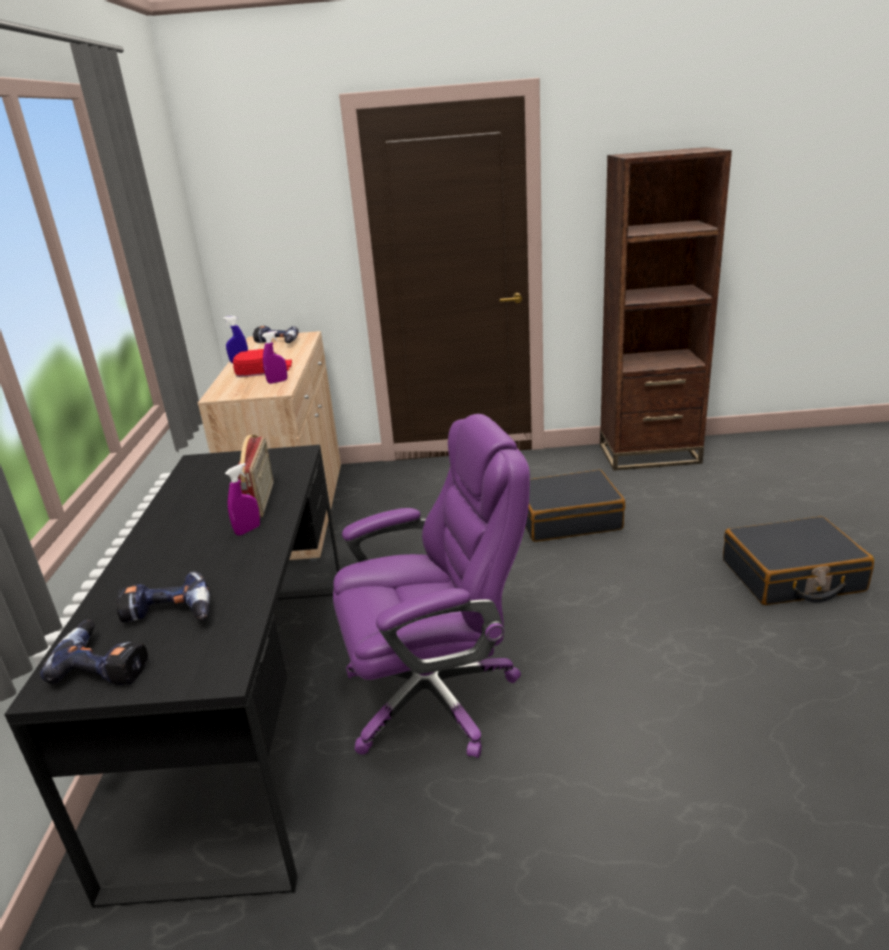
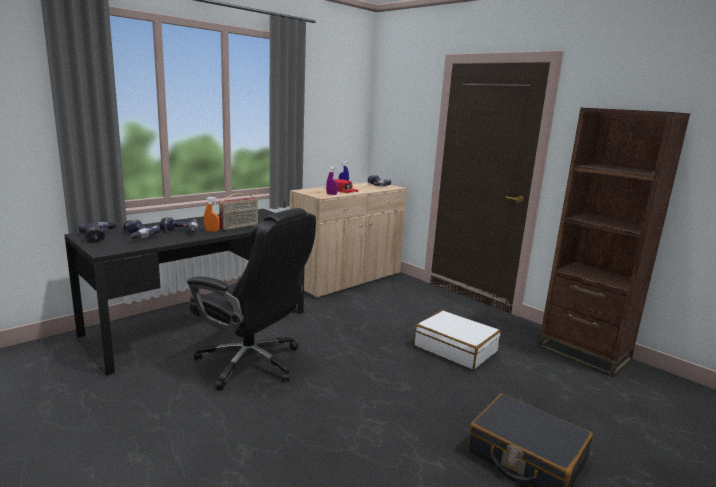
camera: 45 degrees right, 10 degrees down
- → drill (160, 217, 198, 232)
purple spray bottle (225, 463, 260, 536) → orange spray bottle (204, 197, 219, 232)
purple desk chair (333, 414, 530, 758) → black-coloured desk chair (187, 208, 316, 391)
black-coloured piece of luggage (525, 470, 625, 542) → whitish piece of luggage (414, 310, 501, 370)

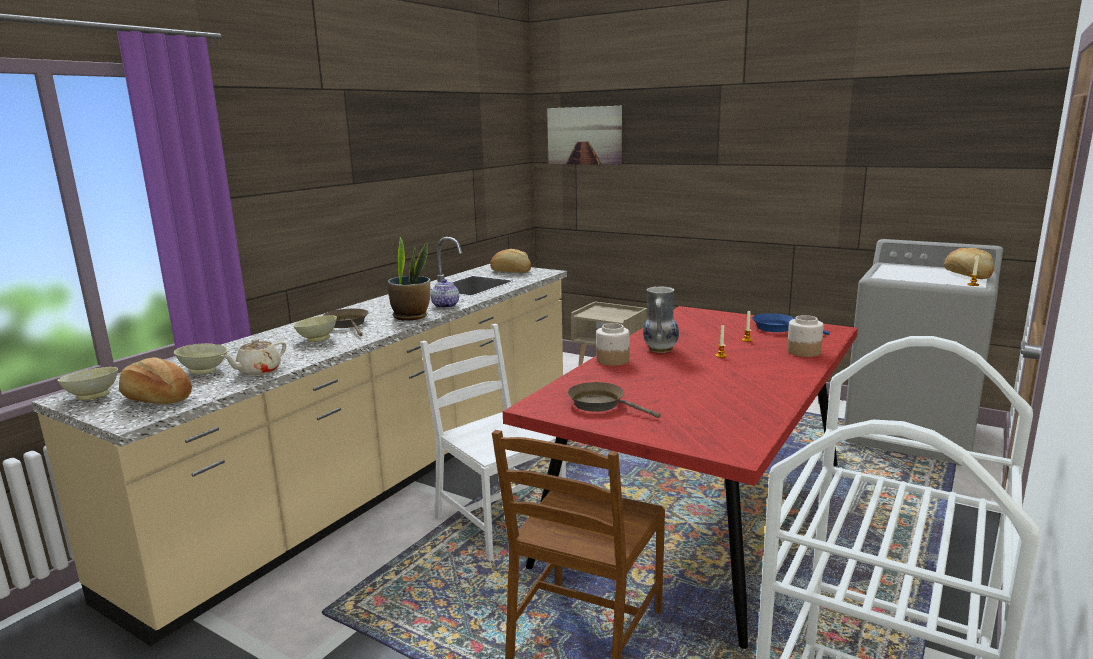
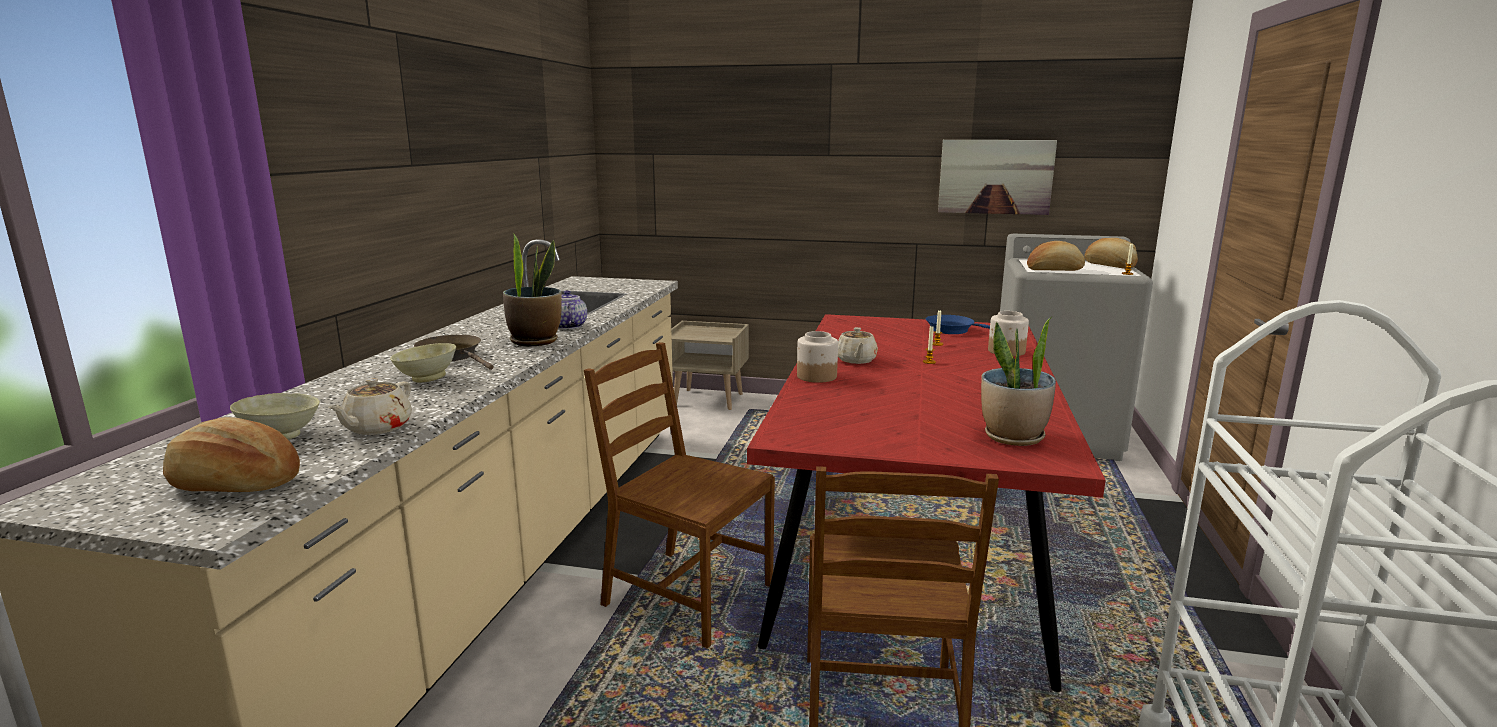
camera: 20 degrees left, 0 degrees up
beige bowl (57, 367, 118, 401) → -
brown skillet (567, 382, 661, 418) → -
- → houseplant (981, 317, 1056, 446)
baked bread (490, 249, 531, 273) → baked bread (1027, 241, 1085, 271), relocated
wall art (547, 106, 622, 165) → wall art (938, 140, 1057, 215), relocated
flower vase (643, 287, 679, 353) → beige pot for tea (838, 327, 878, 364)
whitish plain chair (420, 324, 566, 561) → brown plain chair (584, 342, 775, 648)

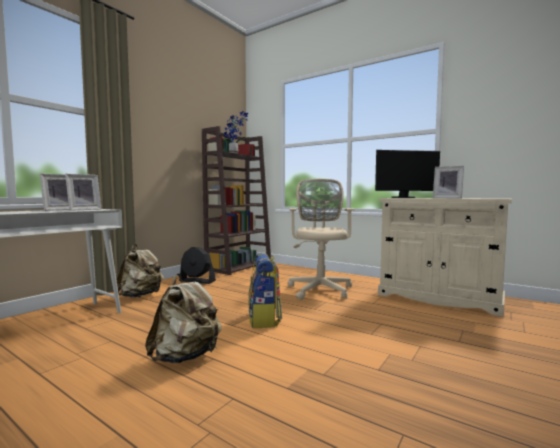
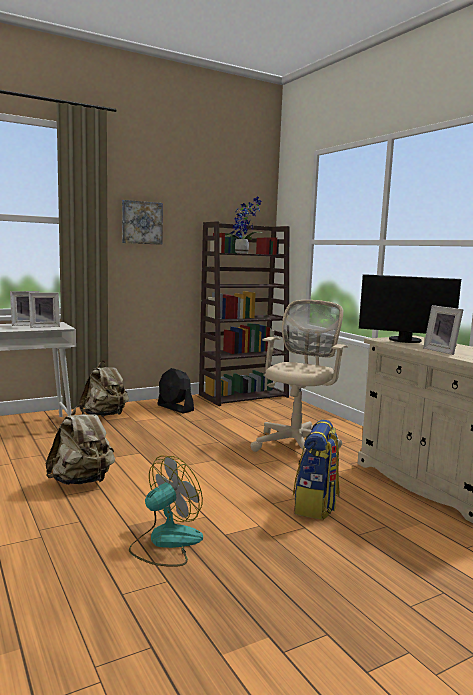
camera: 25 degrees right, 5 degrees up
- → wall art (122, 200, 163, 245)
- → electric fan (129, 456, 203, 567)
knapsack (248, 253, 282, 328) → knapsack (293, 420, 340, 519), relocated

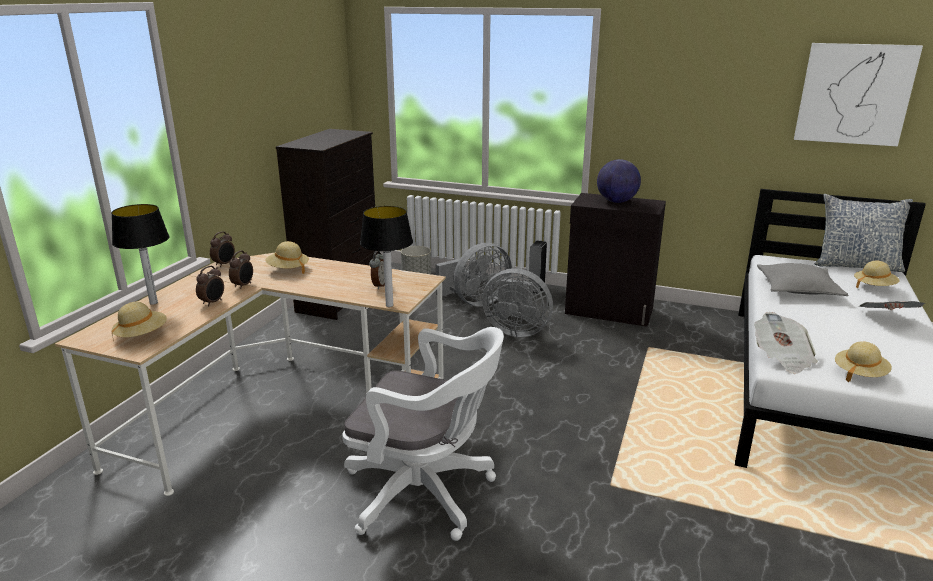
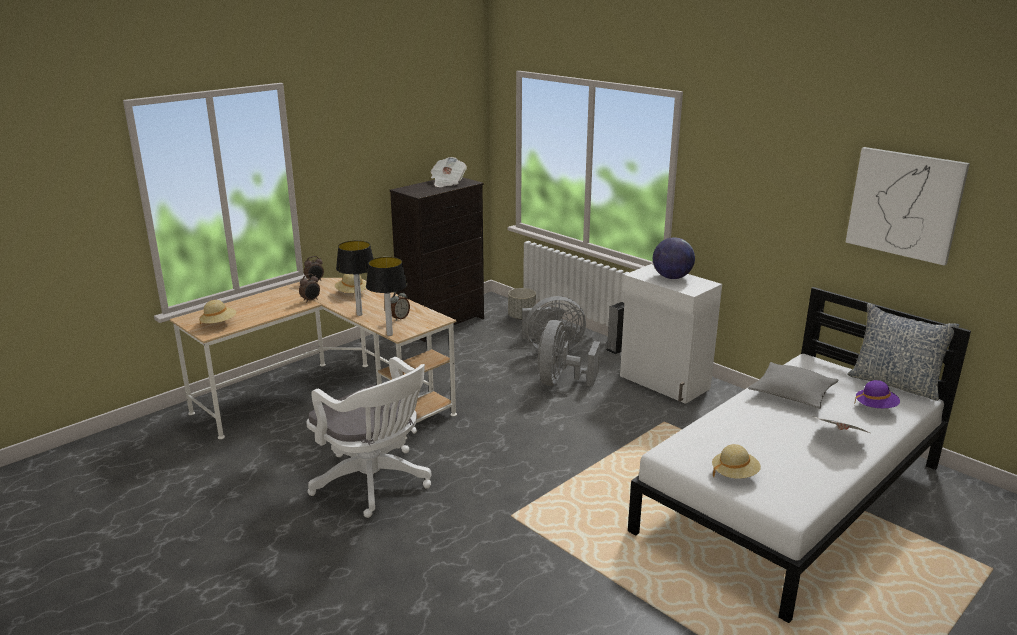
camera: 25 degrees right, 0 degrees up
alarm clock (196, 266, 224, 306) → -
lamp for a table (111, 204, 169, 305) → lamp for a table (336, 241, 374, 316), relocated
daily paper (754, 312, 818, 374) → daily paper (431, 157, 467, 187), relocated
black-coloured storage cabinet (565, 193, 666, 327) → whitish storage cabinet (620, 263, 722, 404)
beige wearable hat (854, 261, 900, 288) → purple wearable hat (854, 380, 900, 408)
grey electric fan (482, 268, 553, 337) → grey electric fan (538, 320, 600, 386), 60 degrees clockwise

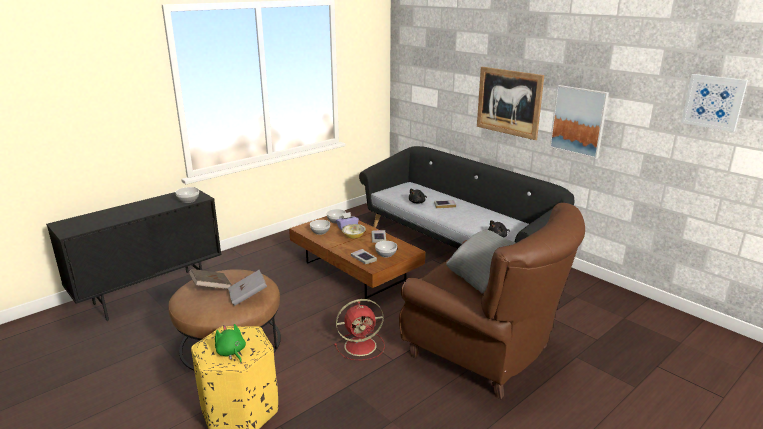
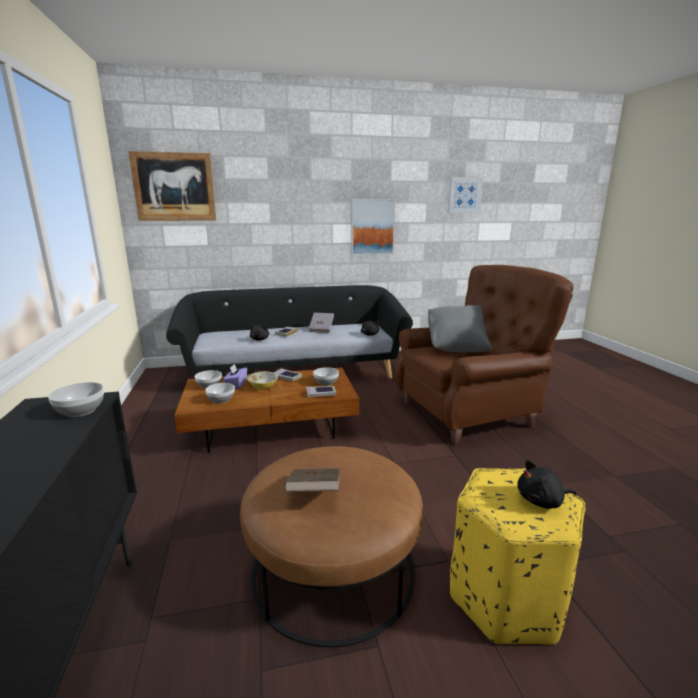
camera: 60 degrees left, 5 degrees down
red electric fan (334, 299, 385, 360) → -
grey bound book (228, 270, 267, 306) → grey bound book (309, 313, 334, 333), relocated
wall art (477, 67, 544, 140) → wall art (128, 151, 216, 221), relocated
green-coloured plush toy (215, 324, 246, 363) → black-coloured plush toy (517, 460, 576, 509)

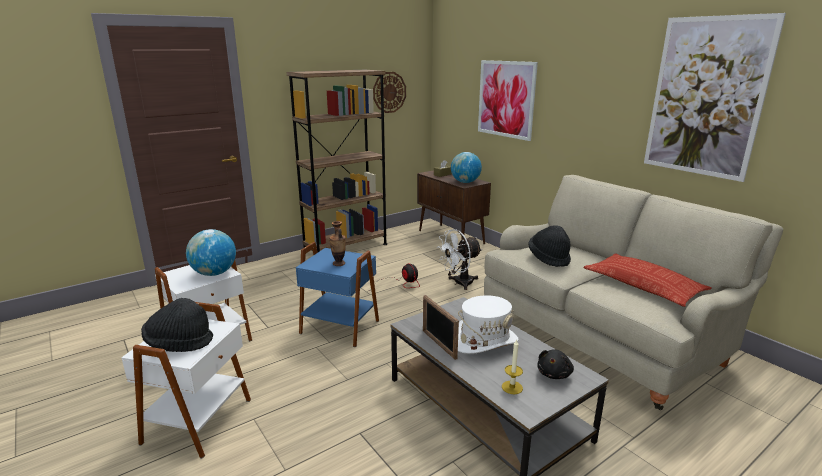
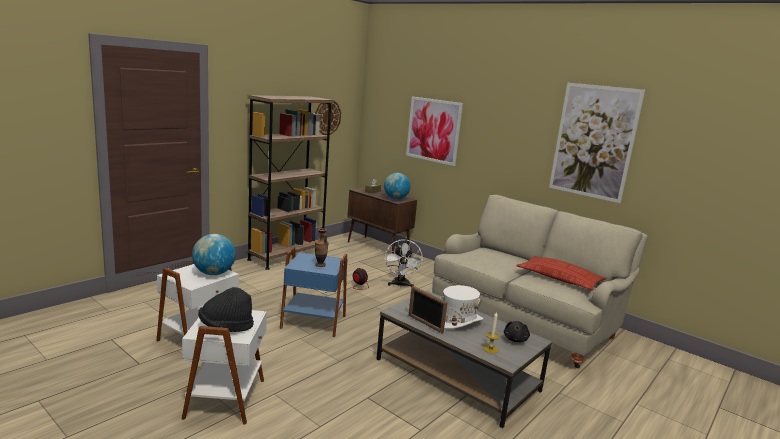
camera: 15 degrees left, 5 degrees down
black-coloured wearable hat (528, 225, 571, 267) → -
whitish electric fan (437, 229, 482, 290) → whitish electric fan (385, 239, 423, 287), 45 degrees counterclockwise

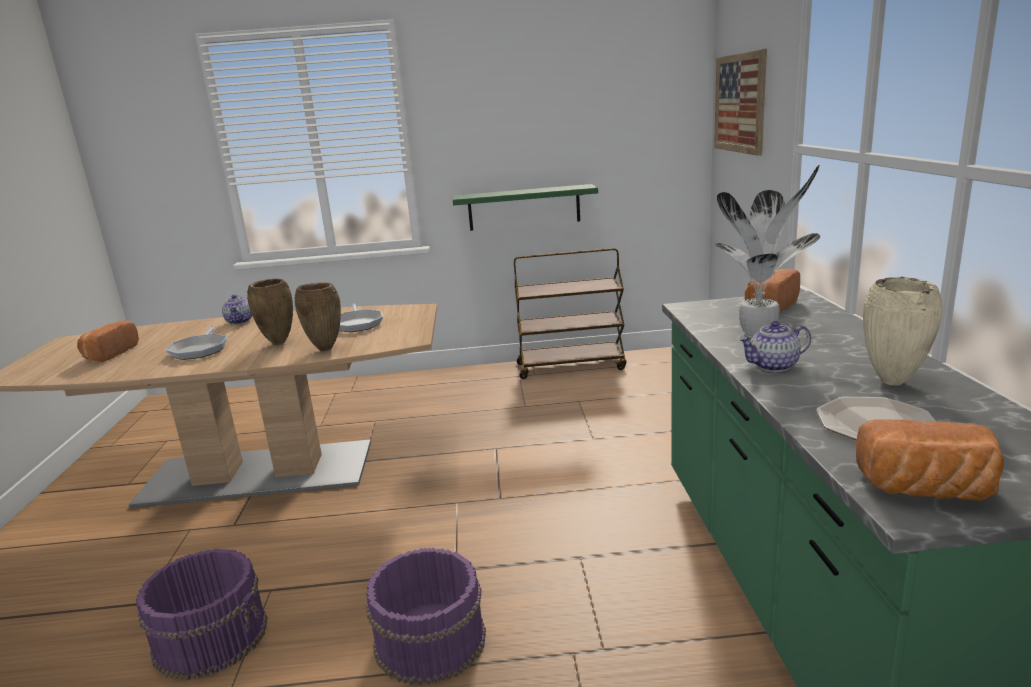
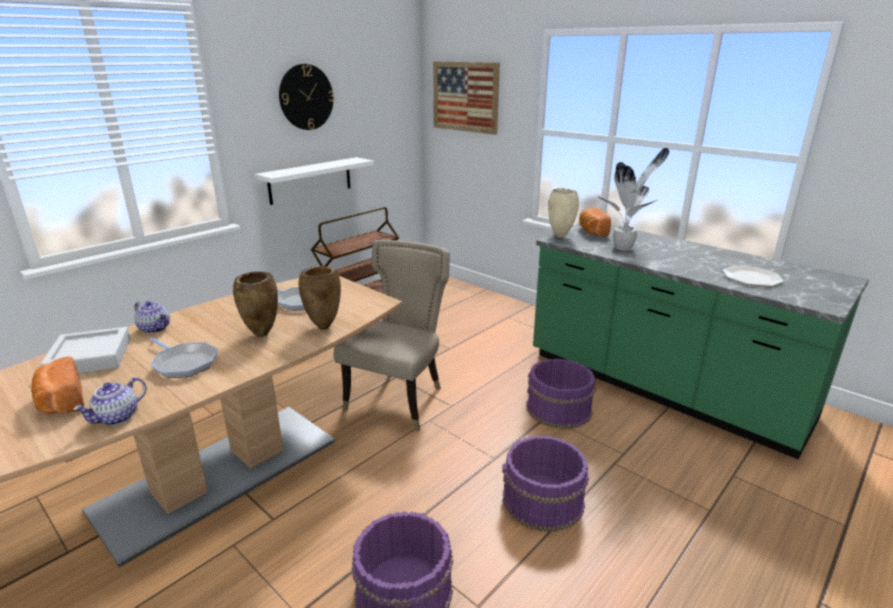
camera: 45 degrees left, 5 degrees up
baked bread (856, 420, 1004, 501) → -
- → grey tray (40, 327, 131, 374)
- → wall clock (279, 64, 334, 130)
- → beige plain chair (333, 240, 450, 431)
- → purple bucket (526, 359, 596, 429)
pot for tea (739, 321, 811, 372) → pot for tea (73, 377, 147, 425), relocated
beige flower vase (863, 277, 943, 386) → beige flower vase (548, 188, 579, 238), relocated
green-coloured shelf (453, 184, 598, 231) → whitish shelf (255, 157, 374, 205)

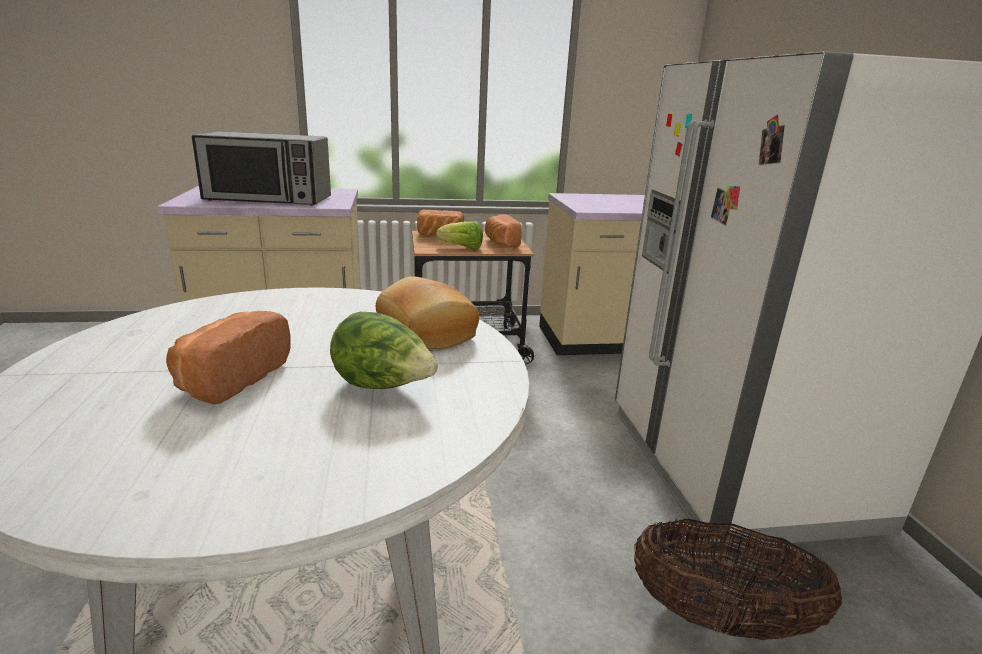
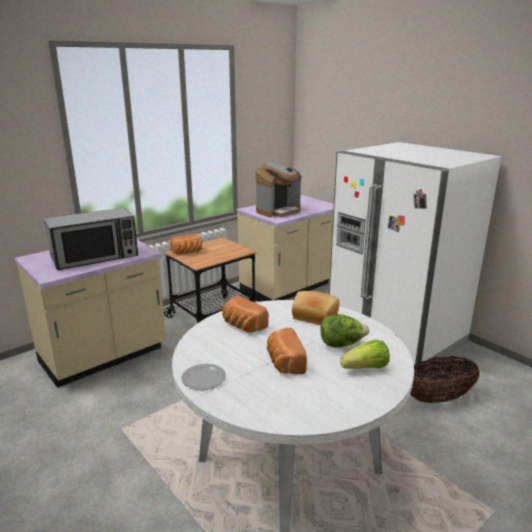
camera: 30 degrees left, 0 degrees up
- → flat dish (181, 364, 226, 390)
- → coffee machine (256, 162, 302, 218)
lettuce head (437, 221, 483, 249) → lettuce head (340, 340, 390, 369), relocated
baked bread (485, 214, 522, 247) → baked bread (222, 296, 269, 333), relocated

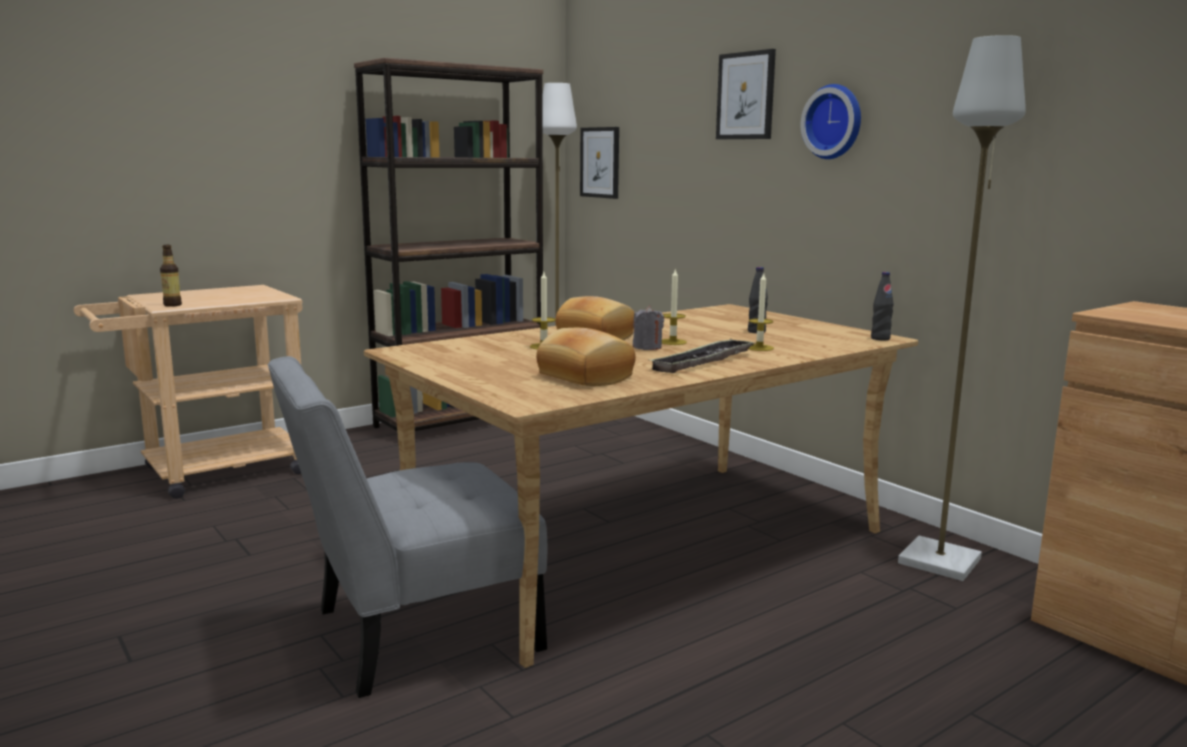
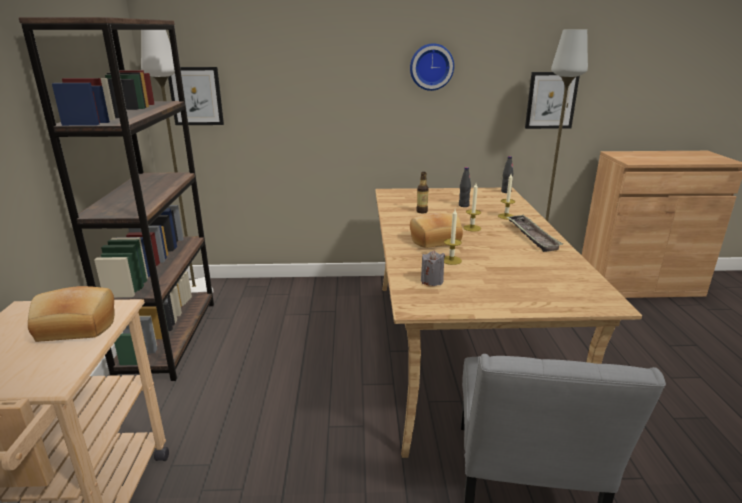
camera: 55 degrees left, 10 degrees up
bottle (160, 245, 182, 307) → bottle (416, 172, 429, 213), relocated
baked bread (536, 328, 636, 386) → baked bread (28, 286, 115, 342), relocated
grey wax candle (633, 306, 664, 350) → grey wax candle (421, 250, 445, 286), relocated
wall art (716, 49, 776, 139) → wall art (525, 72, 580, 129), relocated

